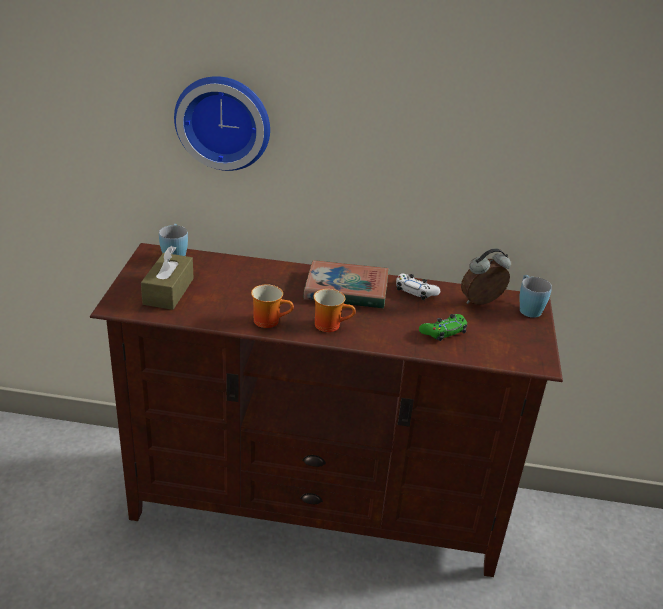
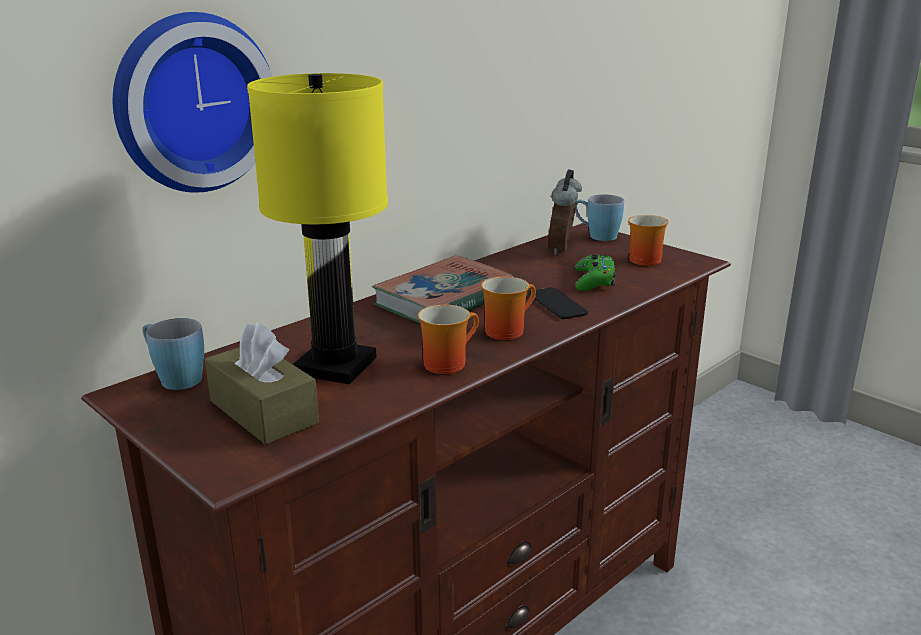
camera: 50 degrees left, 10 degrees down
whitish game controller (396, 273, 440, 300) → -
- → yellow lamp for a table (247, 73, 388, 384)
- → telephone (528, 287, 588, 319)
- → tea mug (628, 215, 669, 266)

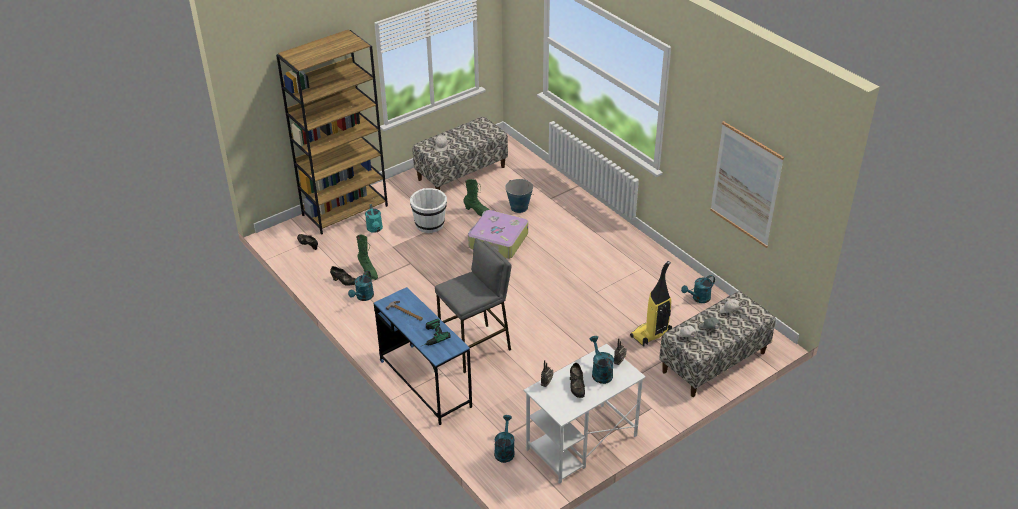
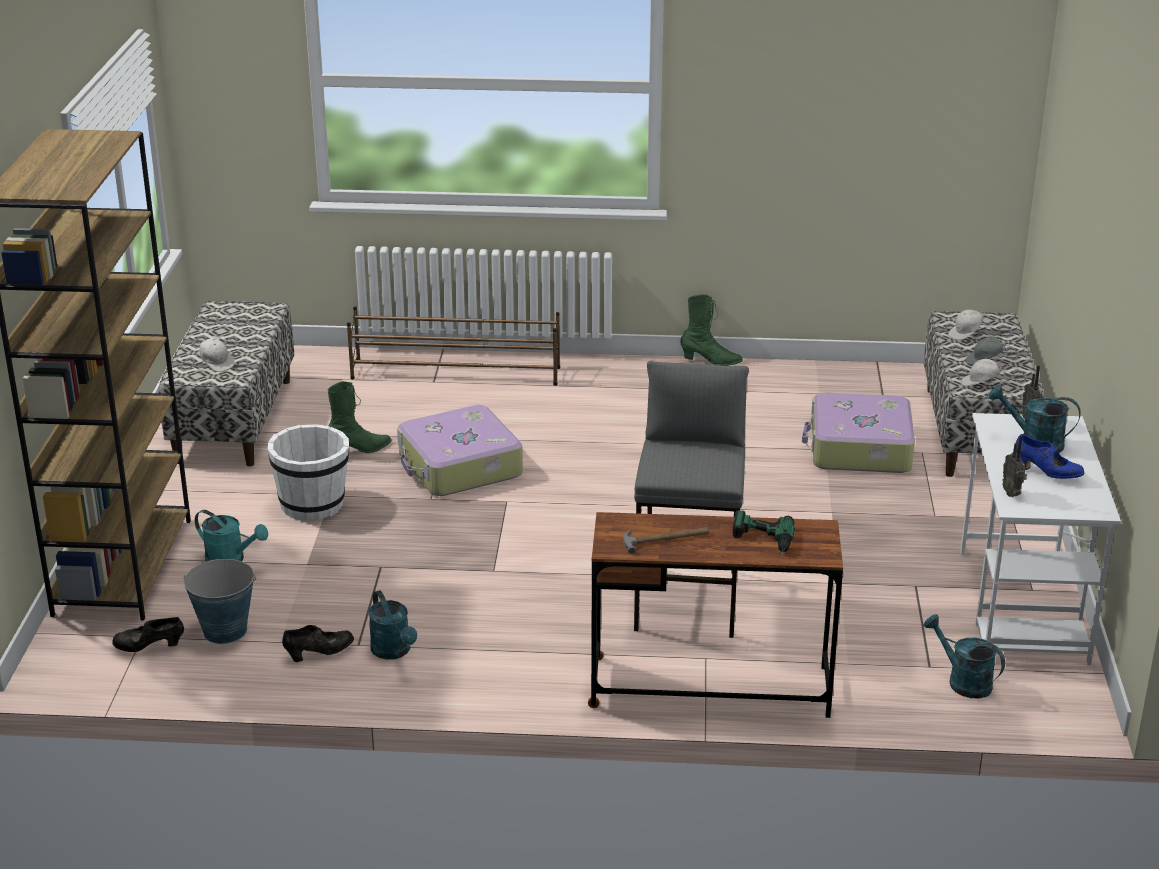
camera: 50 degrees left, 10 degrees down
blue-green sprinkling can (681, 275, 715, 303) → -
wall art (710, 121, 784, 248) → -
- → brown shoe stand (347, 306, 560, 386)
green-coloured high-top boot (356, 235, 378, 280) → green-coloured high-top boot (680, 294, 743, 366), relocated
bucket (505, 179, 534, 213) → bucket (183, 559, 256, 644), relocated
vacuum (630, 261, 672, 346) → piece of luggage (802, 393, 915, 473)
blue desk (374, 287, 472, 425) → brown desk (588, 512, 843, 718)
black-coloured shoe (570, 363, 585, 398) → blue shoe (1016, 434, 1085, 479)

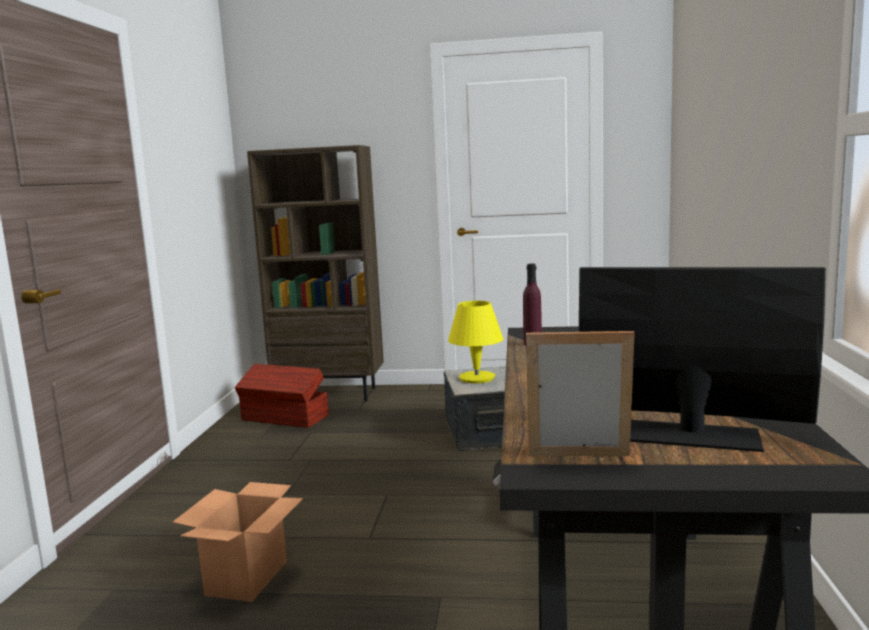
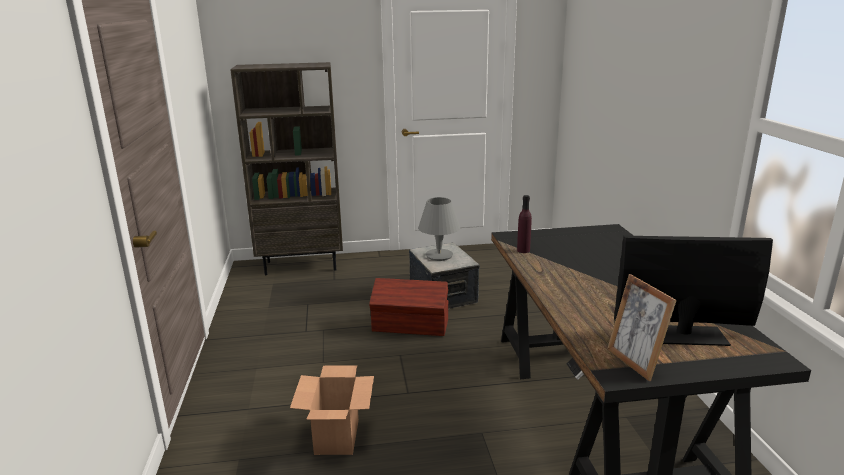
camera: 15 degrees left, 10 degrees up
brown storage box (235, 364, 329, 428) → brown storage box (369, 278, 449, 336), relocated
yellow lamp for a table (448, 301, 503, 383) → grey lamp for a table (418, 197, 460, 261)
picture frame (526, 331, 635, 456) → picture frame (607, 274, 677, 381), 105 degrees counterclockwise

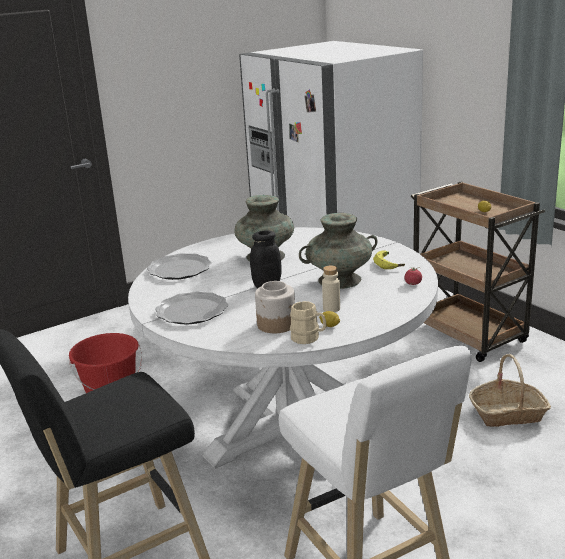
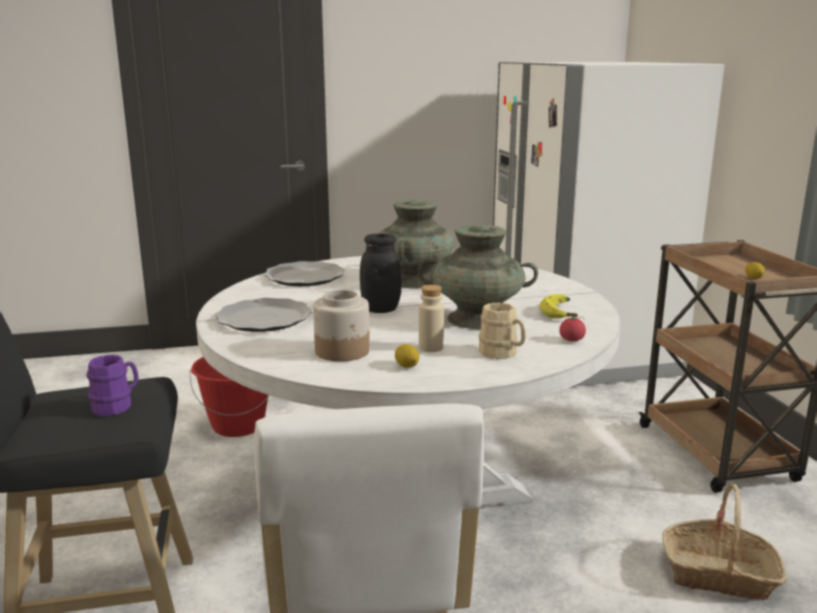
camera: 20 degrees right, 5 degrees down
- → purple tea mug (86, 355, 139, 416)
beige tea mug (290, 301, 327, 344) → beige tea mug (479, 303, 526, 359), relocated

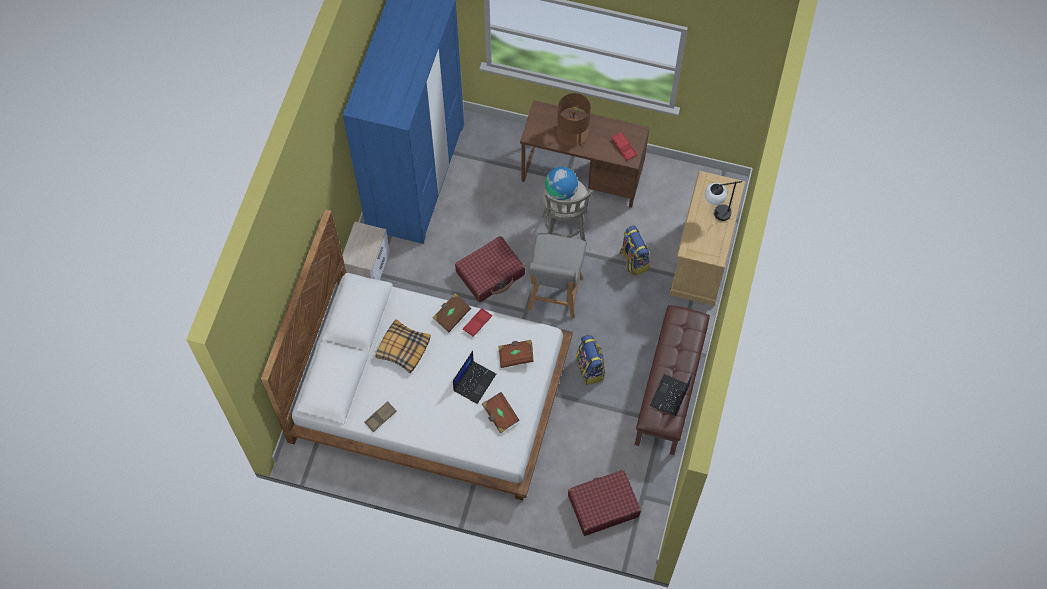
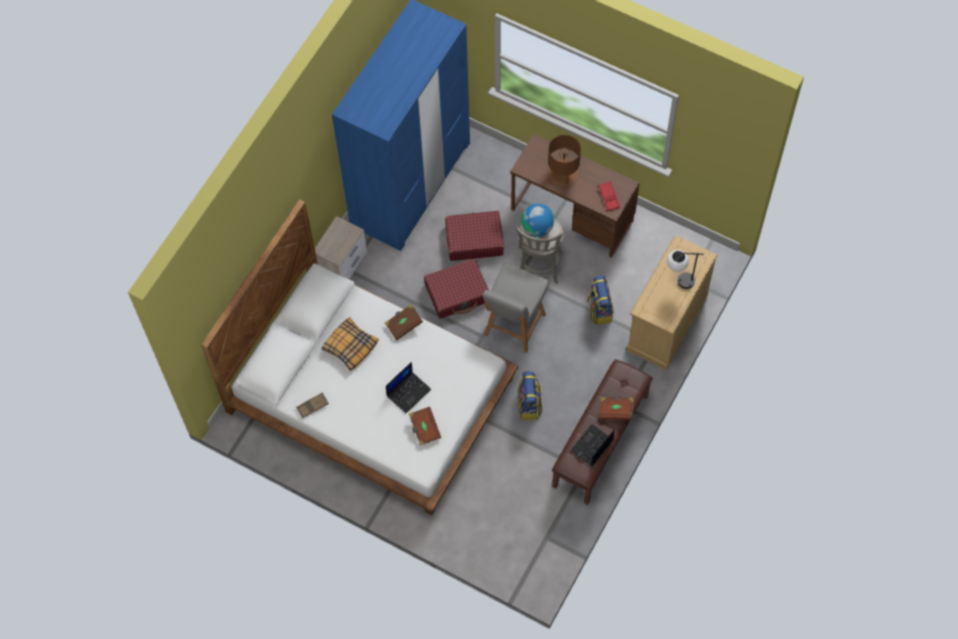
camera: 15 degrees right, 0 degrees up
red tray (463, 308, 492, 337) → -
brown bound book (498, 340, 534, 368) → brown bound book (599, 396, 635, 420), relocated
red piece of luggage (568, 470, 641, 536) → red piece of luggage (445, 211, 504, 261), relocated

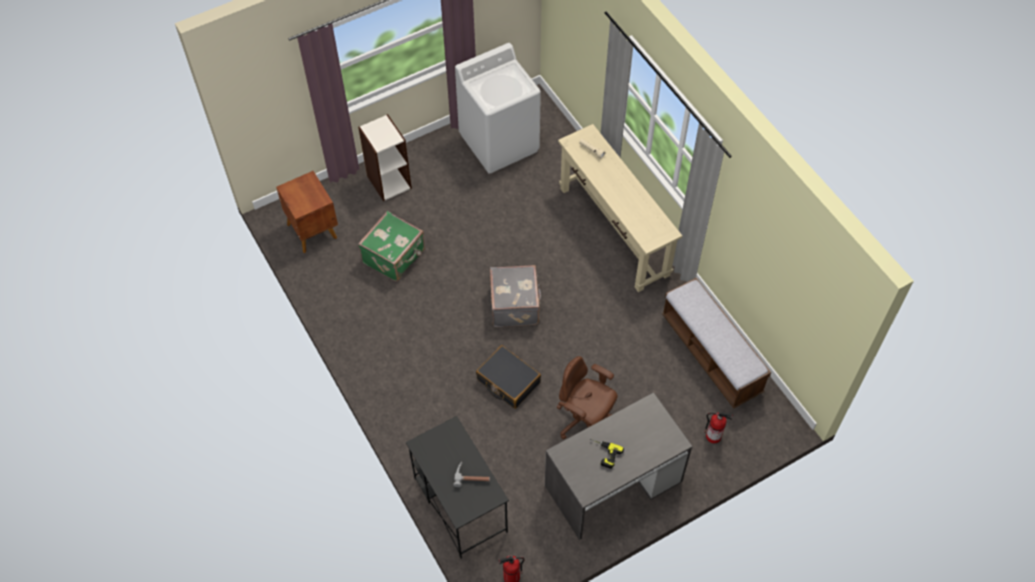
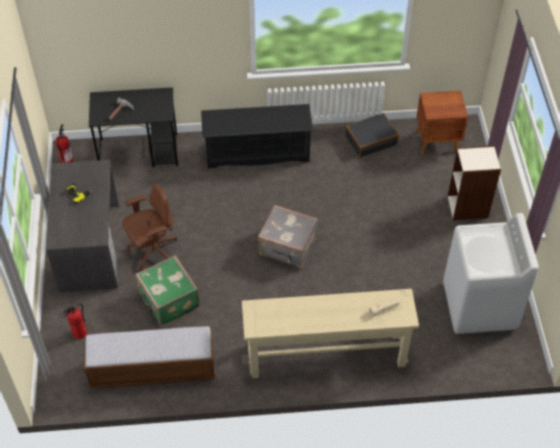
camera: 115 degrees right, 5 degrees down
- → black-coloured shoe stand (201, 104, 313, 169)
green-coloured piece of luggage (358, 211, 425, 281) → green-coloured piece of luggage (135, 255, 200, 326), relocated
black-coloured piece of luggage (476, 345, 541, 409) → black-coloured piece of luggage (345, 113, 399, 157), relocated

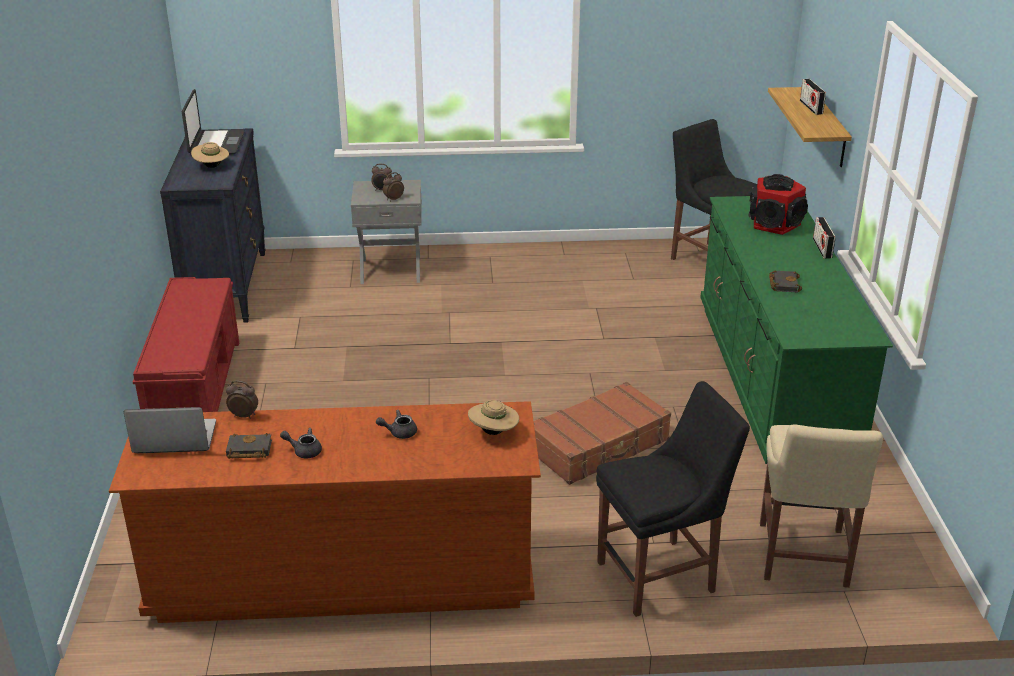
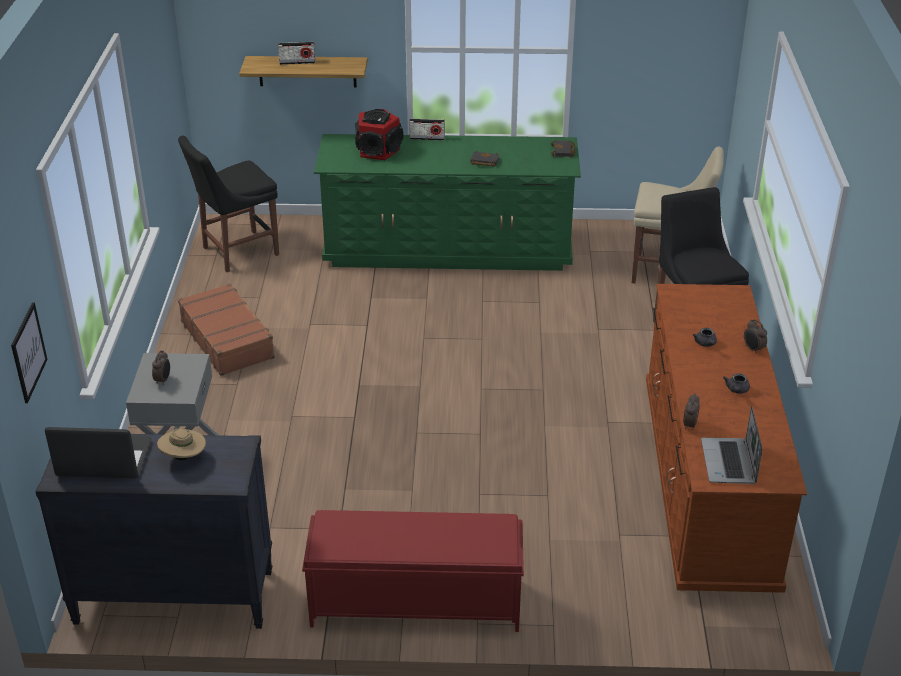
camera: 85 degrees left, 5 degrees up
beige wearable hat (468, 400, 519, 435) → -
- → wall art (11, 303, 48, 403)
black-coloured bound book (226, 433, 272, 459) → black-coloured bound book (551, 140, 575, 157), relocated
alarm clock (383, 172, 404, 201) → alarm clock (744, 319, 767, 354), relocated
brown piece of luggage (534, 382, 671, 485) → brown piece of luggage (178, 283, 275, 376), relocated

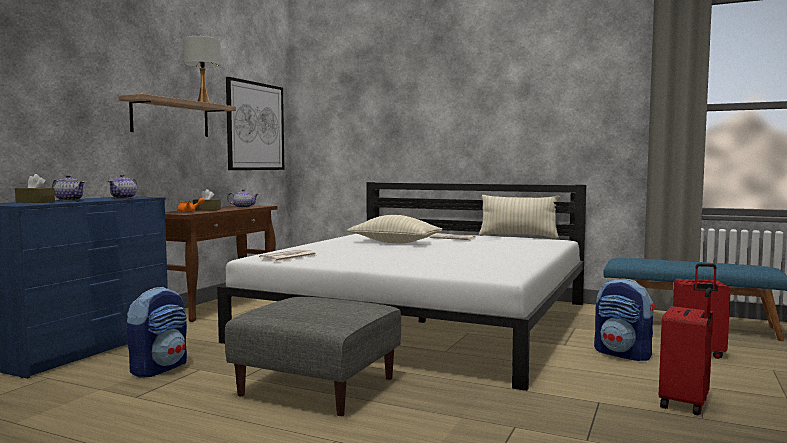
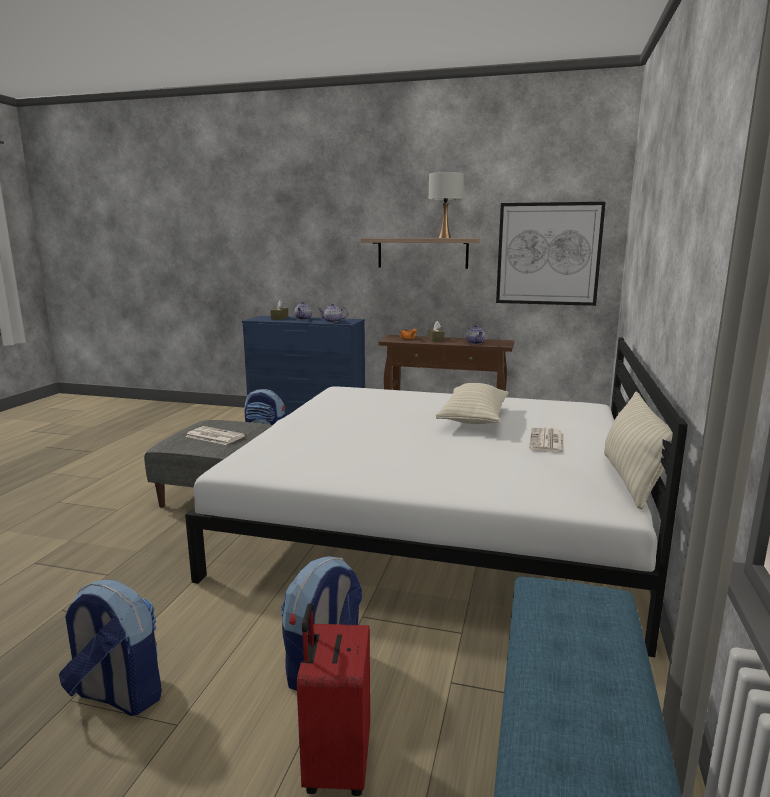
camera: 80 degrees right, 10 degrees up
daily paper (259, 249, 316, 261) → daily paper (185, 426, 245, 445), relocated
red piece of luggage (659, 288, 713, 415) → knapsack (59, 580, 162, 716)

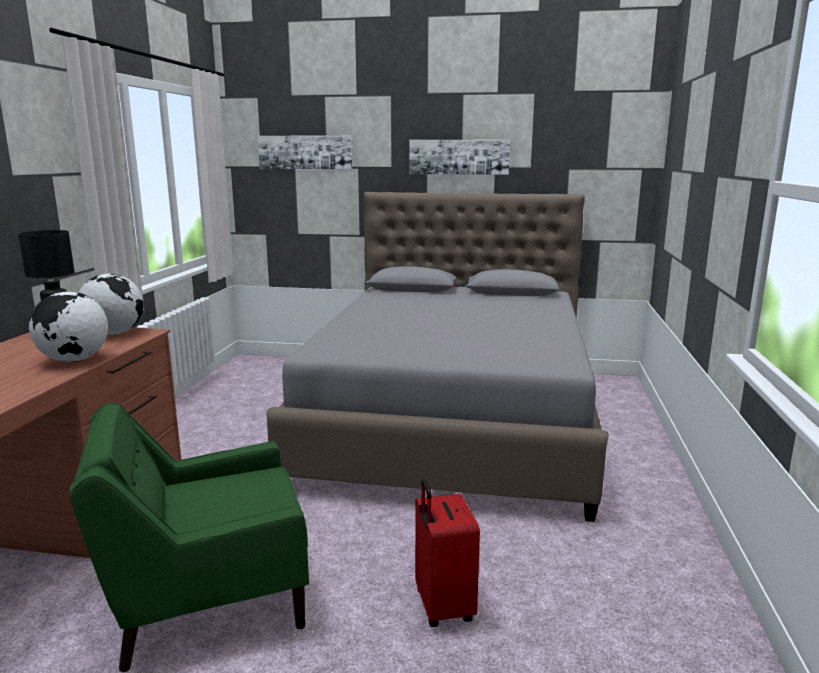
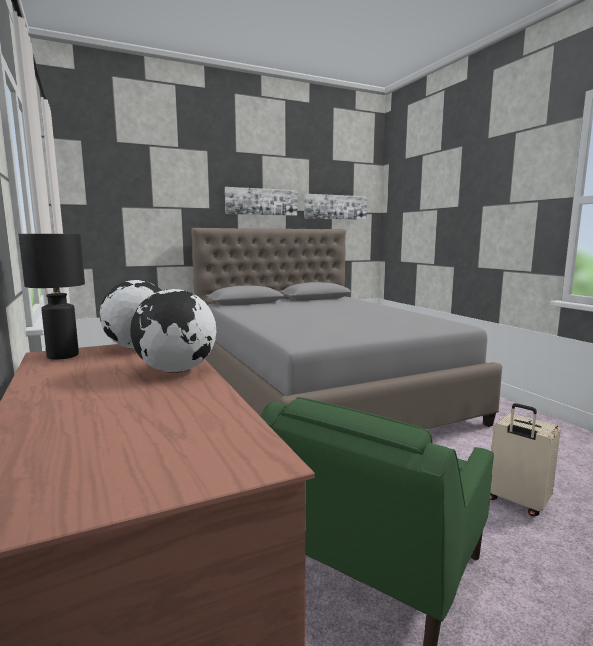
camera: 35 degrees left, 5 degrees down
wall art (258, 135, 353, 169) → wall art (304, 194, 367, 220), relocated
red piece of luggage (415, 479, 480, 627) → beige piece of luggage (490, 403, 561, 516)

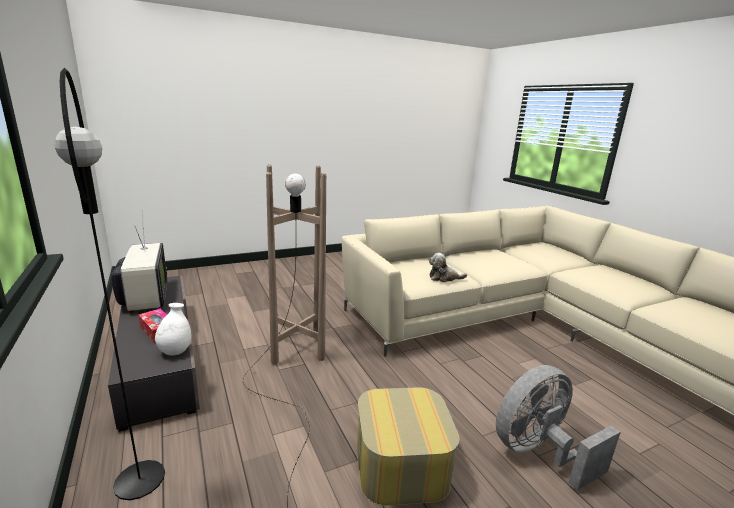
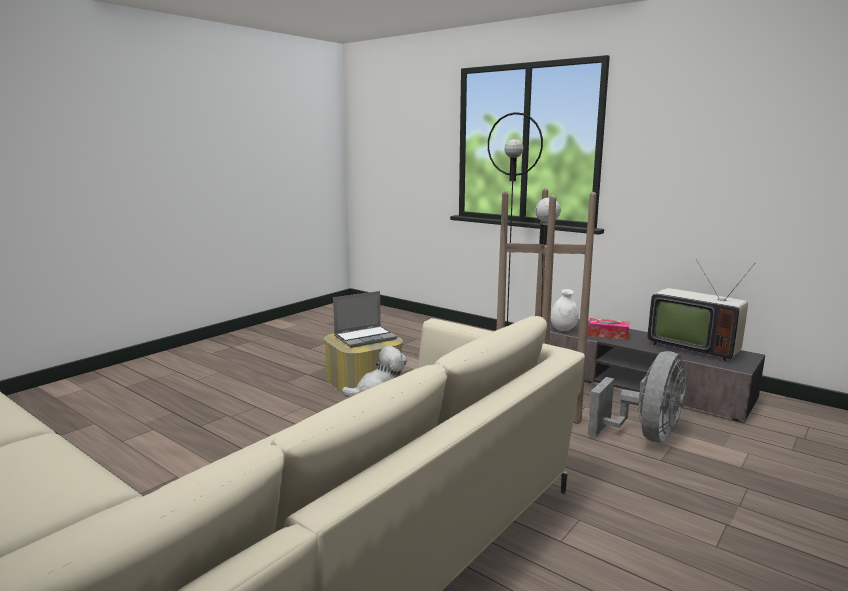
camera: 155 degrees right, 5 degrees down
- → notebook computer (333, 291, 398, 348)
grey electric fan (496, 365, 621, 490) → grey electric fan (587, 351, 686, 442), relocated

